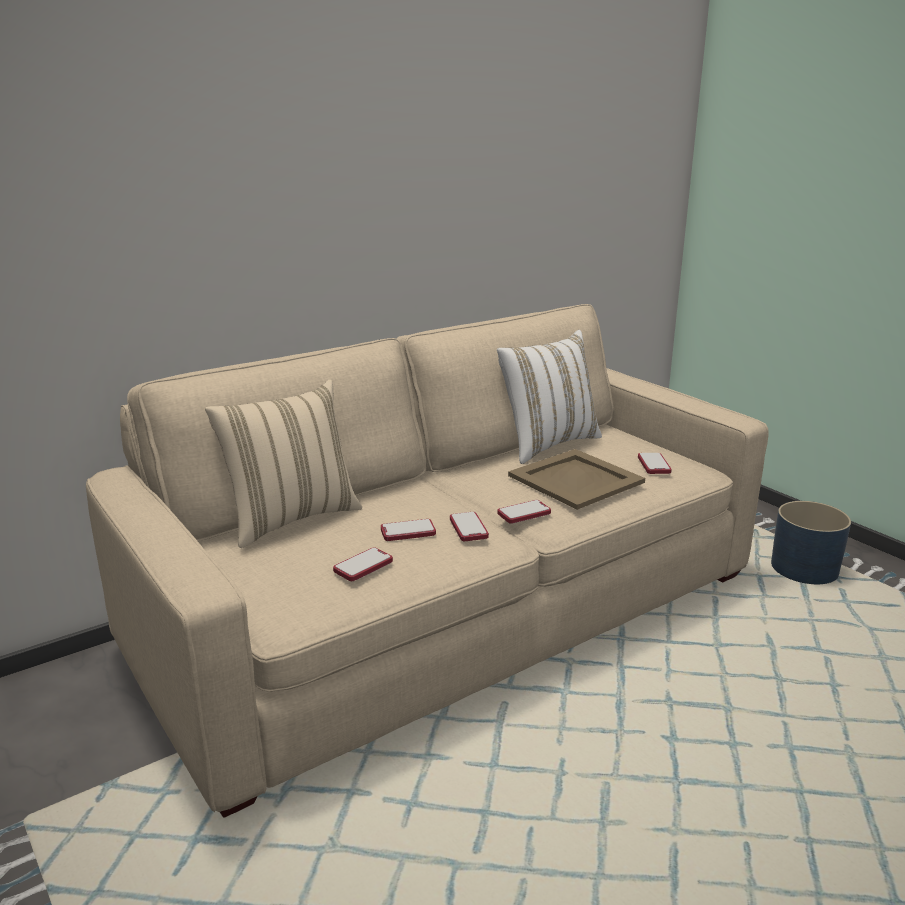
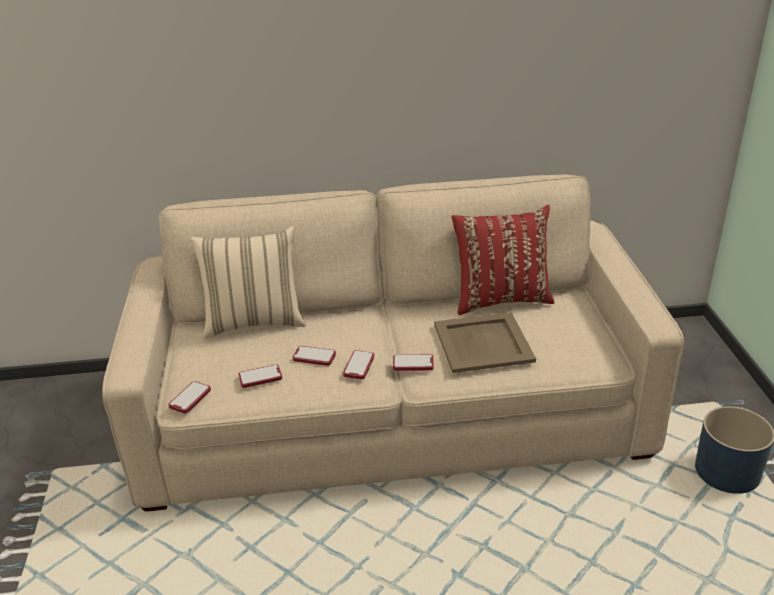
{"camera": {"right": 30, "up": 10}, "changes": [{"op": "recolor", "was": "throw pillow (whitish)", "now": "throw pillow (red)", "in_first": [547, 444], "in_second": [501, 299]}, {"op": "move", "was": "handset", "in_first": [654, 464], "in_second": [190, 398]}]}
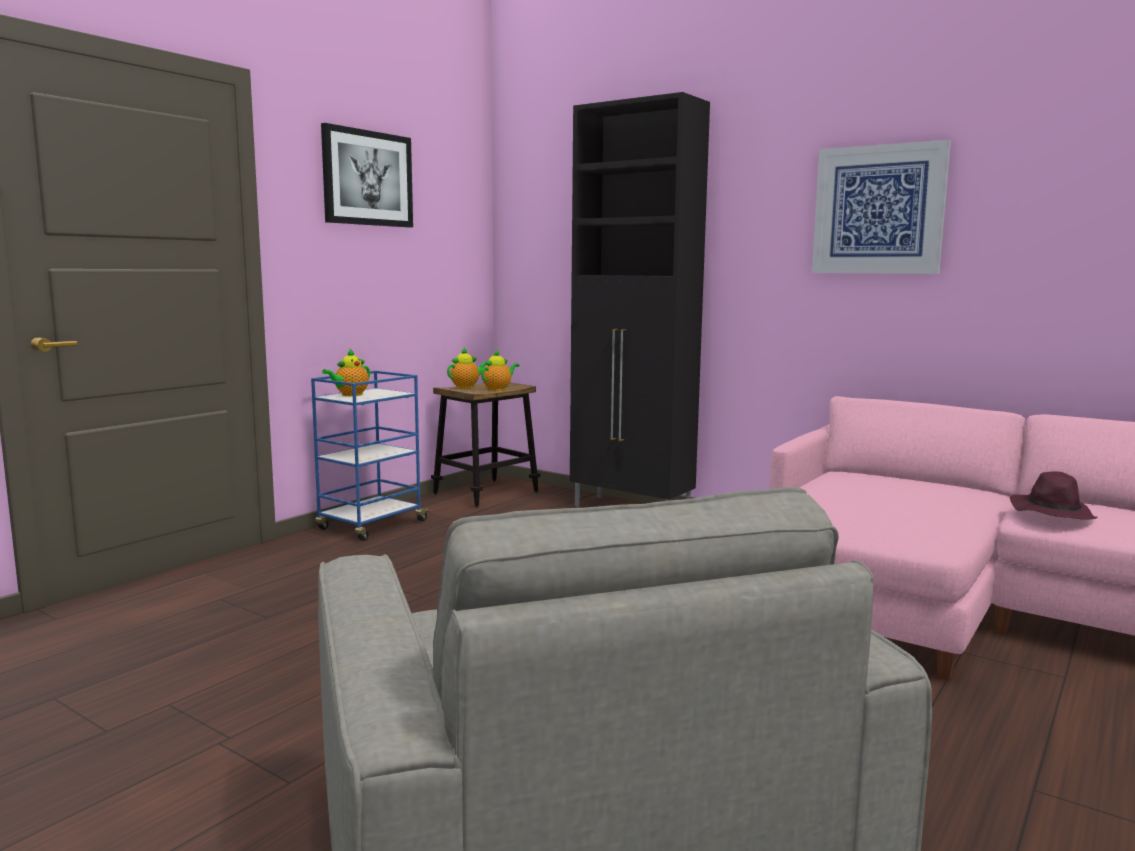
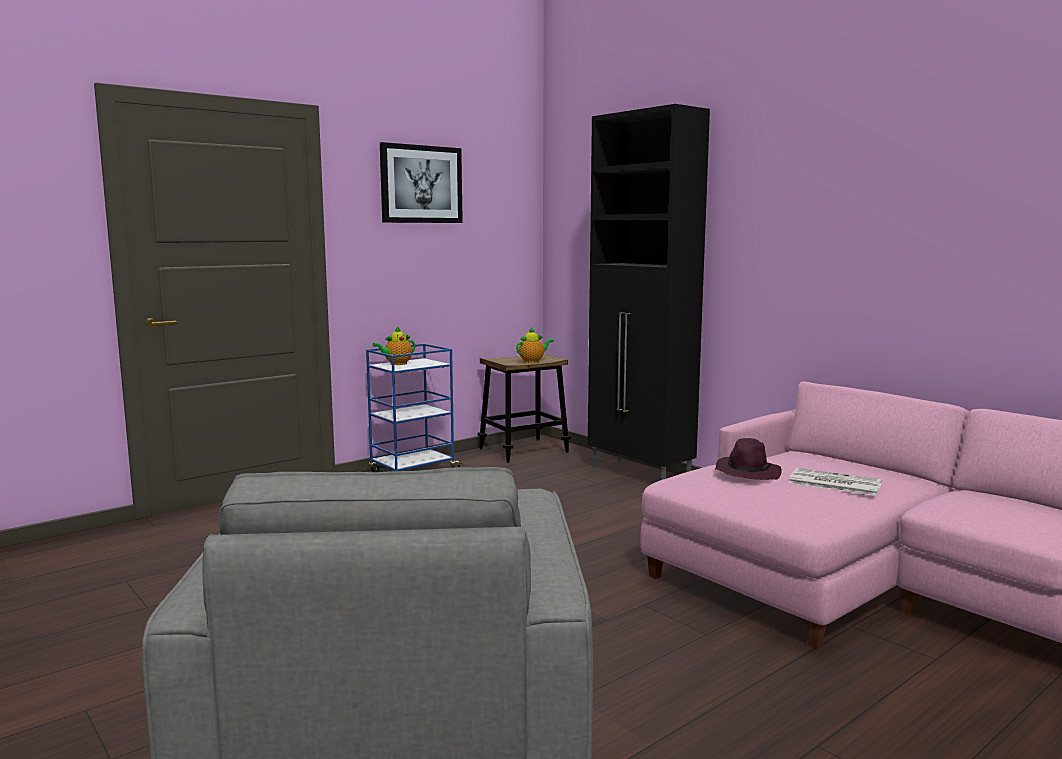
{"camera": {"right": 15, "up": 0}, "changes": [{"op": "delete", "was": "wall picture", "in_first": [878, 210]}, {"op": "delete", "was": "pot for tea", "in_first": [466, 387]}, {"op": "move", "was": "clothing hat (purple-coloured)", "in_first": [1051, 513], "in_second": [746, 473]}, {"op": "insert", "now": "printed paper", "in_second": [833, 483]}]}
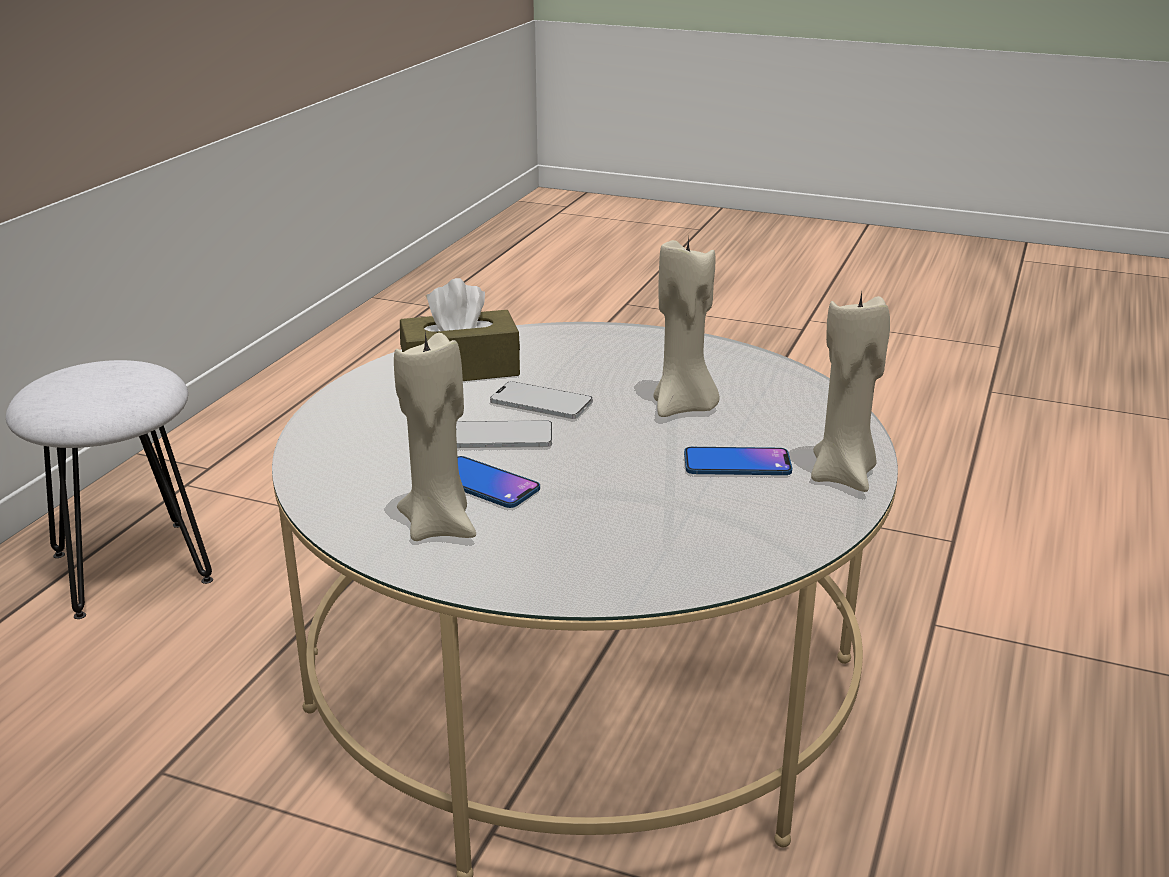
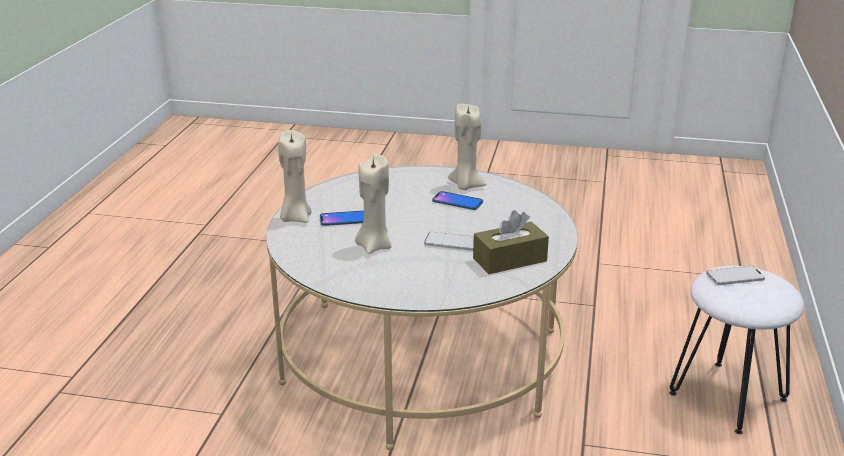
{"camera": {"right": 170, "up": 0}, "changes": [{"op": "move", "was": "handset", "in_first": [501, 437], "in_second": [735, 277]}]}
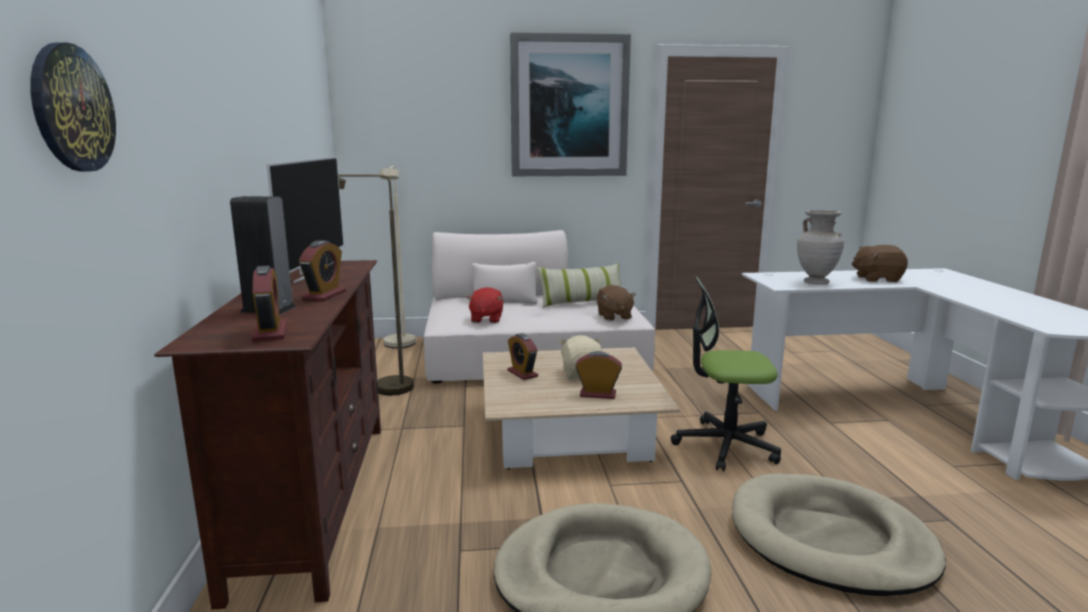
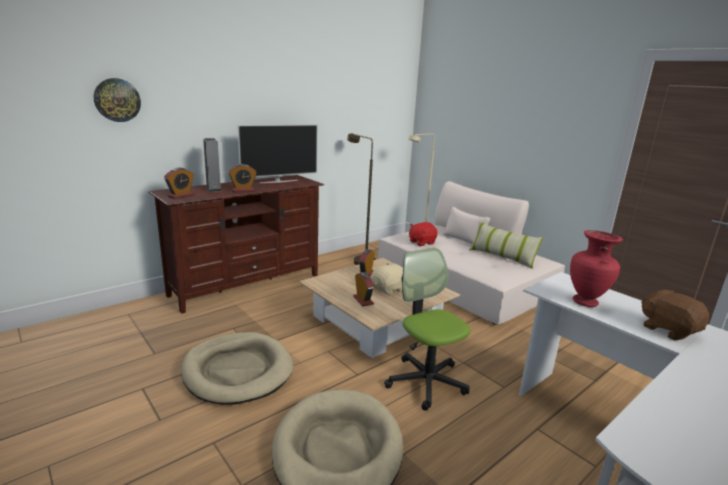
{"camera": {"right": 55, "up": 5}, "changes": [{"op": "delete", "was": "wall picture", "in_first": [569, 106]}, {"op": "recolor", "was": "decorative vase (beige-coloured)", "now": "decorative vase (red)", "in_first": [816, 282], "in_second": [586, 302]}, {"op": "delete", "was": "plush toy (brown-coloured)", "in_first": [614, 316]}]}
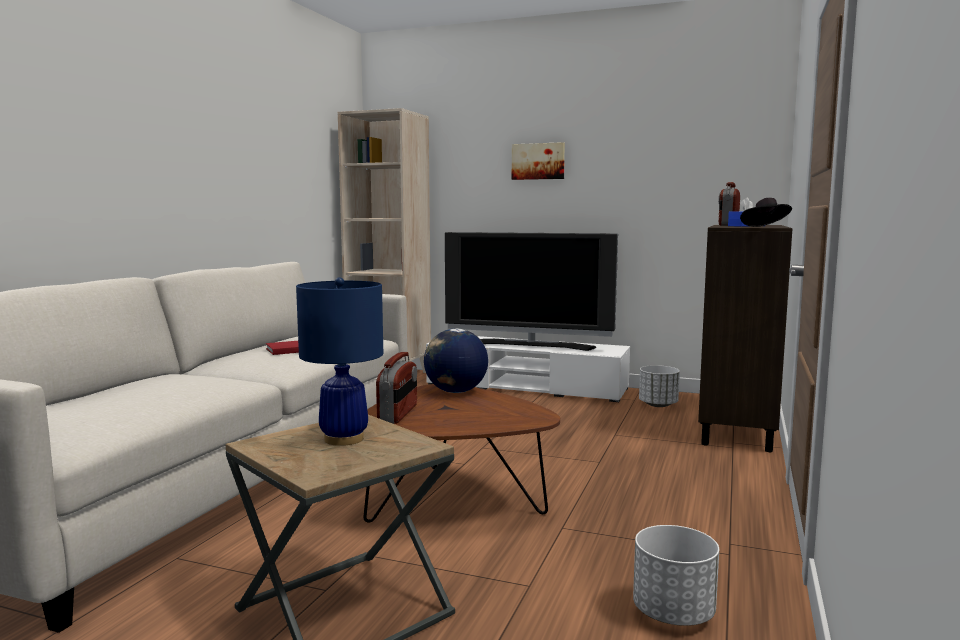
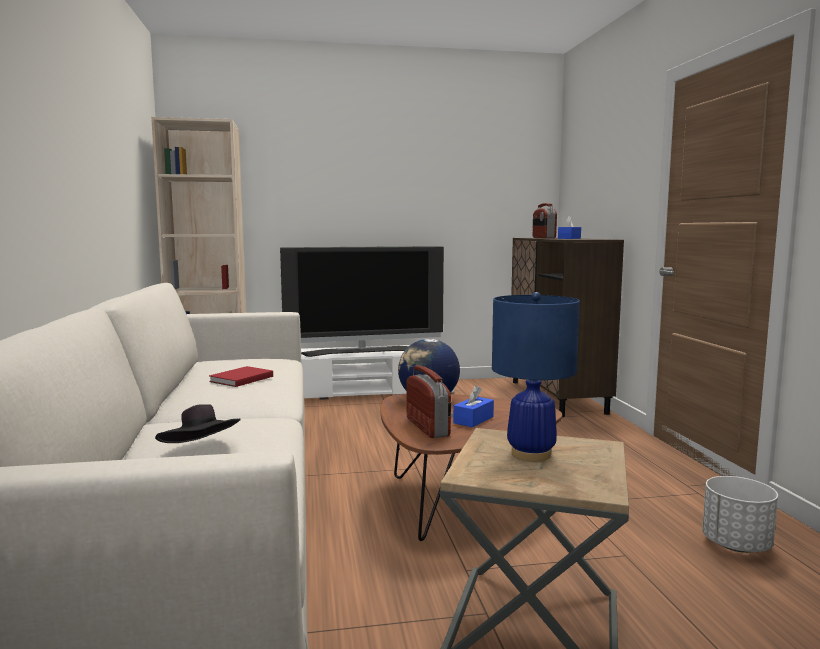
{"camera": {"right": -30, "up": 0}, "changes": [{"op": "delete", "was": "wall picture", "in_first": [538, 161]}, {"op": "move", "was": "clothing hat (black)", "in_first": [766, 227], "in_second": [201, 451]}, {"op": "delete", "was": "plant pot (whitish)", "in_first": [658, 405]}, {"op": "insert", "now": "box of tissues (bluish)", "in_second": [473, 420]}]}
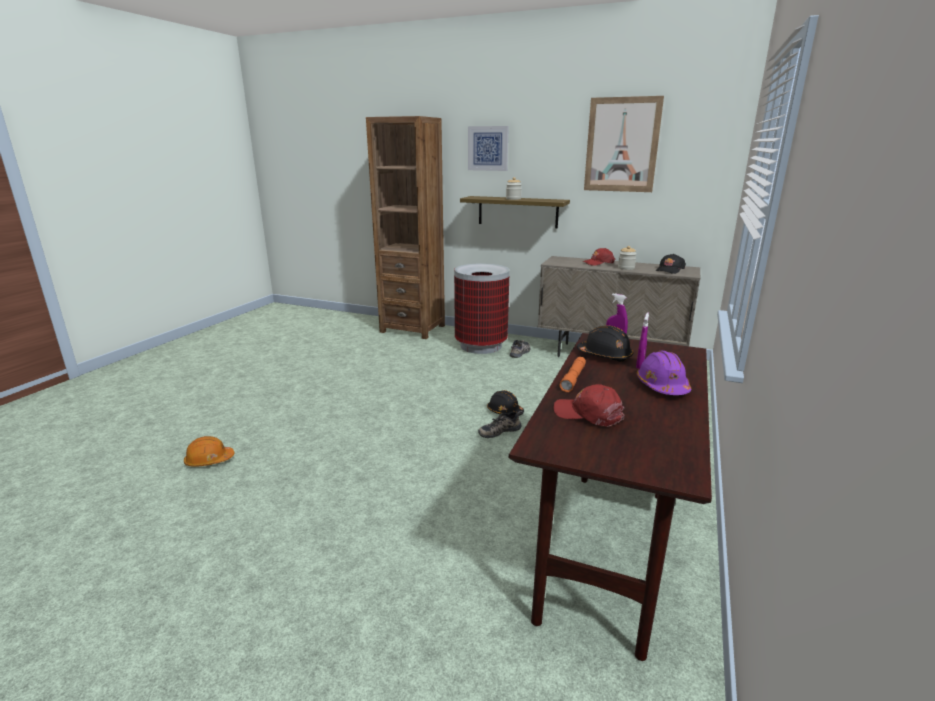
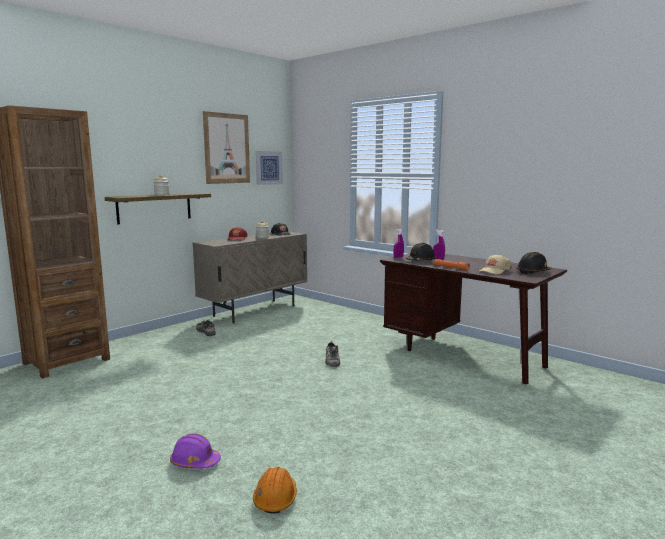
{"camera": {"right": -70, "up": -10}, "changes": [{"op": "move", "was": "wall picture", "in_first": [488, 148], "in_second": [268, 167]}, {"op": "delete", "was": "waste bin", "in_first": [481, 346]}, {"op": "move", "was": "safety helmet (purple-coloured)", "in_first": [662, 386], "in_second": [195, 462]}, {"op": "recolor", "was": "peaked cap (red)", "now": "peaked cap (beige-coloured)", "in_first": [588, 413], "in_second": [494, 271]}, {"op": "move", "was": "safety helmet (black)", "in_first": [504, 412], "in_second": [533, 272]}]}
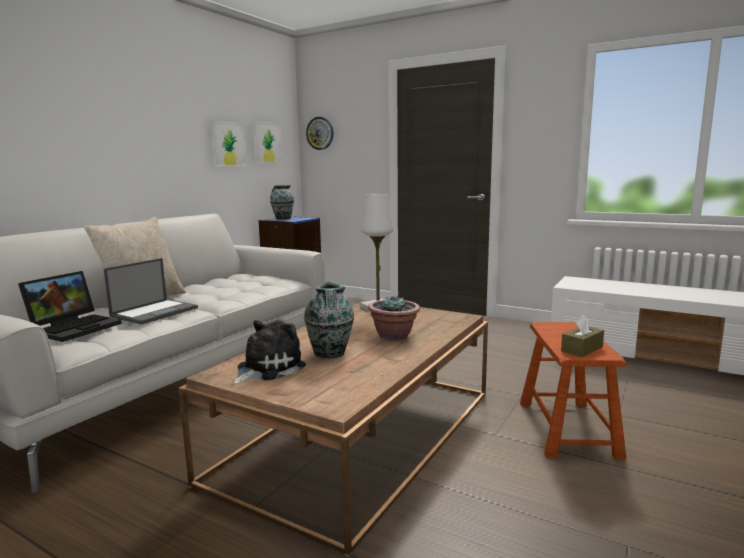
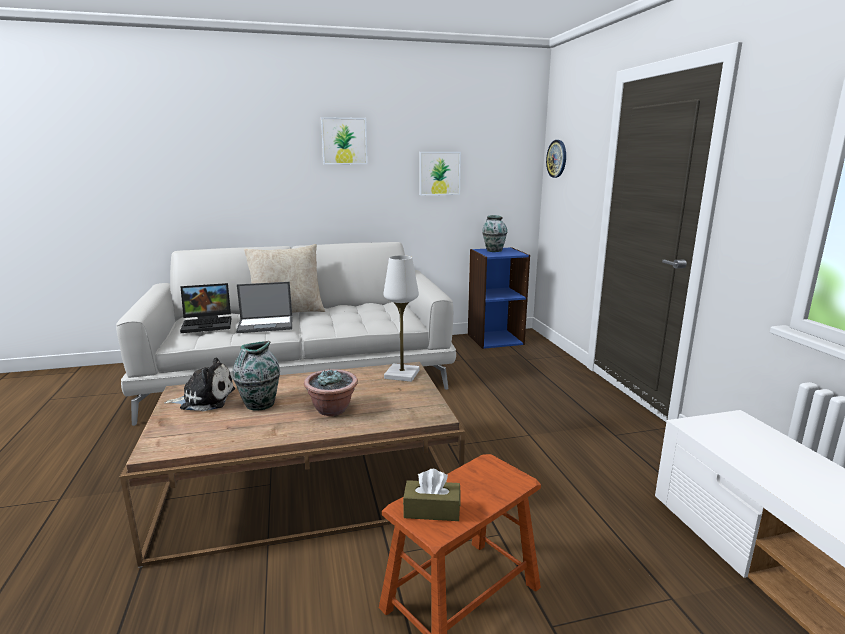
{"camera": {"right": 45, "up": 5}, "changes": [{"op": "move", "was": "wall picture", "in_first": [267, 142], "in_second": [344, 141]}]}
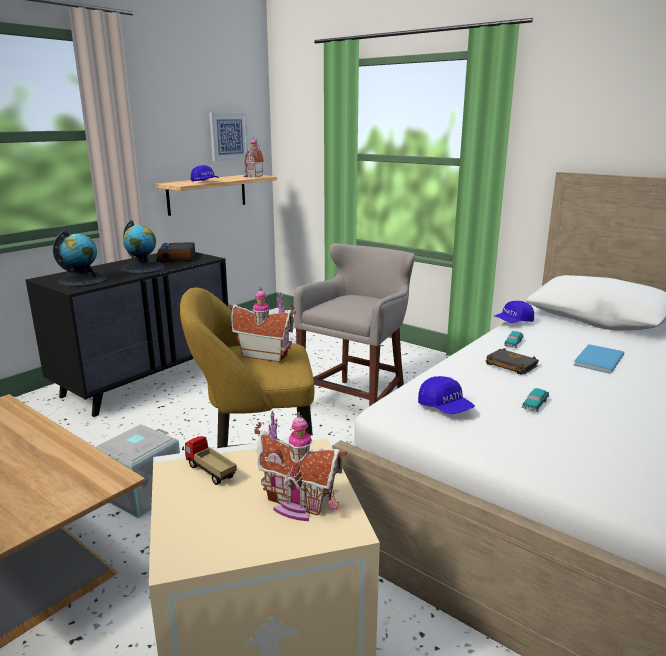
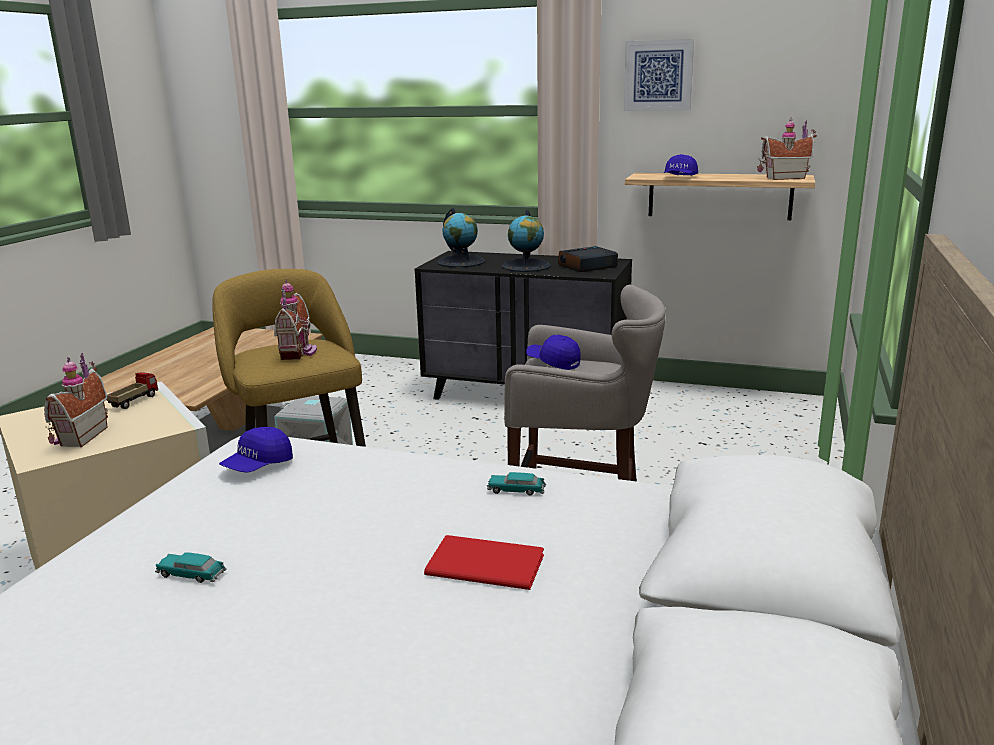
{"camera": {"right": 70, "up": 0}, "changes": [{"op": "move", "was": "wall picture", "in_first": [228, 136], "in_second": [658, 75]}, {"op": "move", "was": "peaked cap (bluish)", "in_first": [513, 322], "in_second": [553, 362]}, {"op": "recolor", "was": "book (bluish)", "now": "book (red)", "in_first": [596, 360], "in_second": [483, 563]}, {"op": "delete", "was": "book (black)", "in_first": [509, 365]}, {"op": "move", "was": "miniature car", "in_first": [535, 404], "in_second": [191, 574]}]}
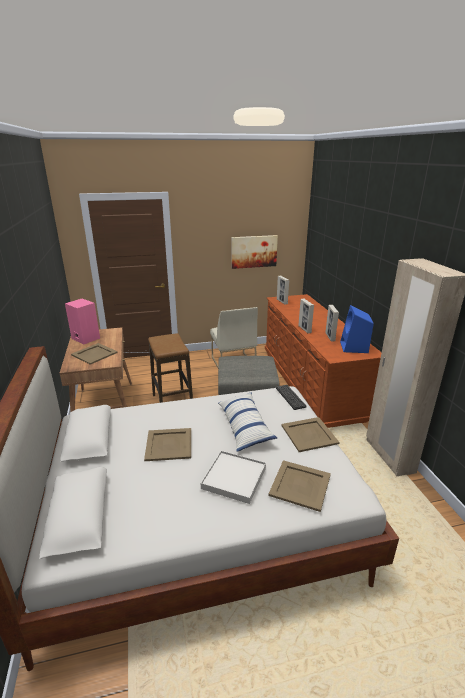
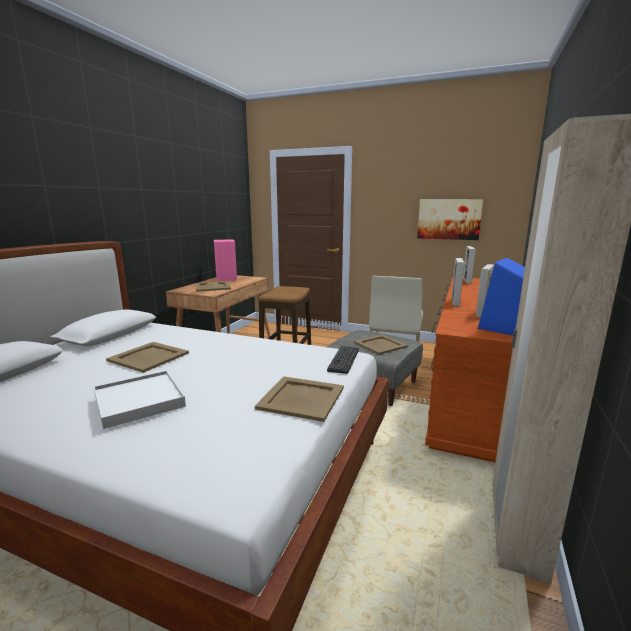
{"camera": {"right": 35, "up": -10}, "changes": [{"op": "delete", "was": "throw pillow", "in_first": [244, 427]}, {"op": "move", "was": "serving tray (beige-coloured)", "in_first": [300, 485], "in_second": [380, 345]}]}
